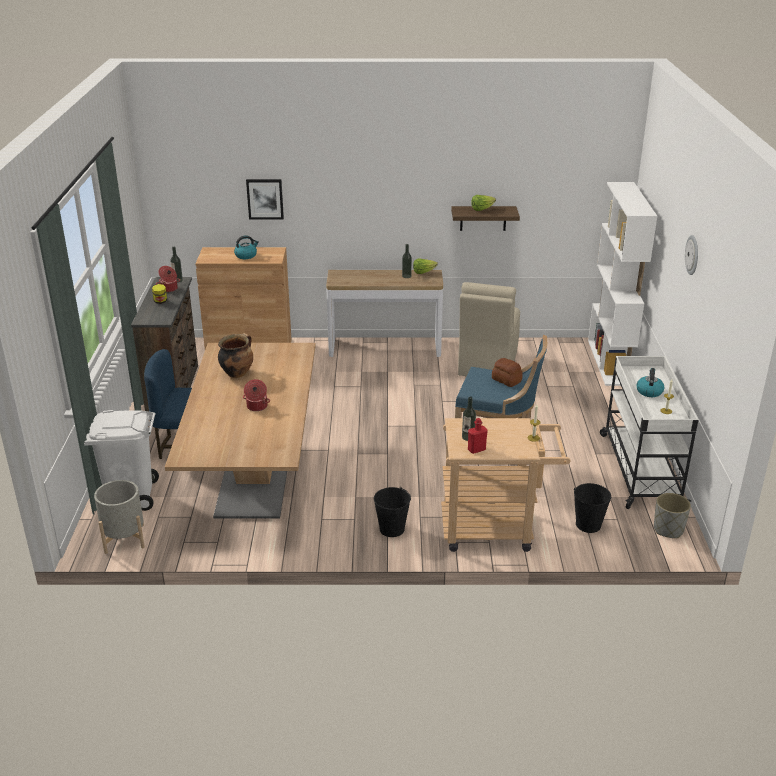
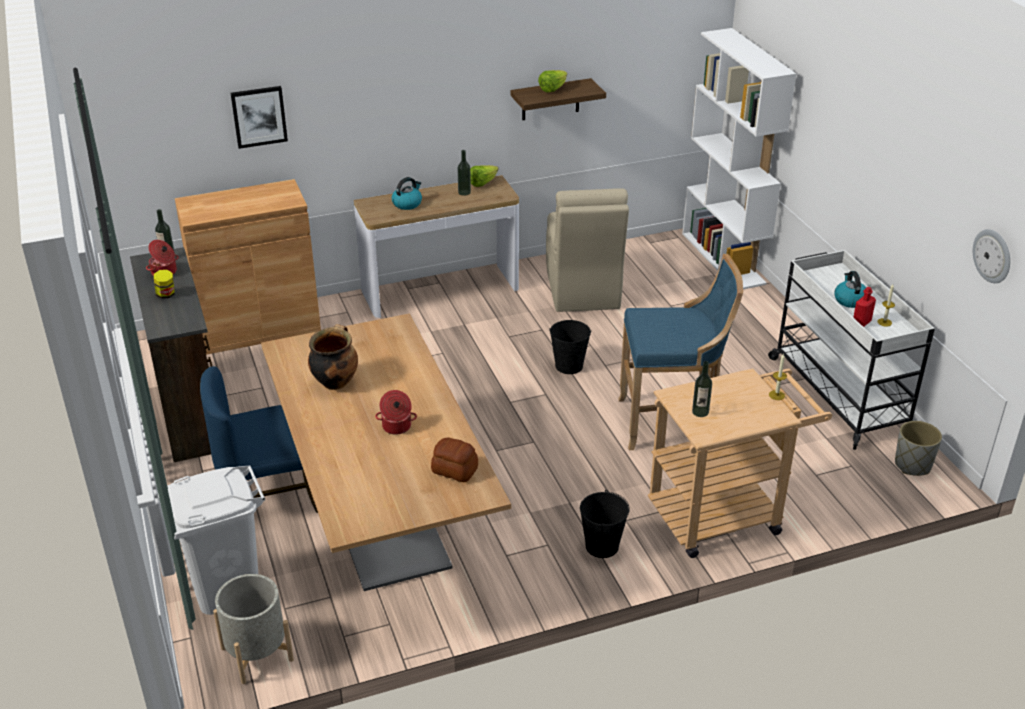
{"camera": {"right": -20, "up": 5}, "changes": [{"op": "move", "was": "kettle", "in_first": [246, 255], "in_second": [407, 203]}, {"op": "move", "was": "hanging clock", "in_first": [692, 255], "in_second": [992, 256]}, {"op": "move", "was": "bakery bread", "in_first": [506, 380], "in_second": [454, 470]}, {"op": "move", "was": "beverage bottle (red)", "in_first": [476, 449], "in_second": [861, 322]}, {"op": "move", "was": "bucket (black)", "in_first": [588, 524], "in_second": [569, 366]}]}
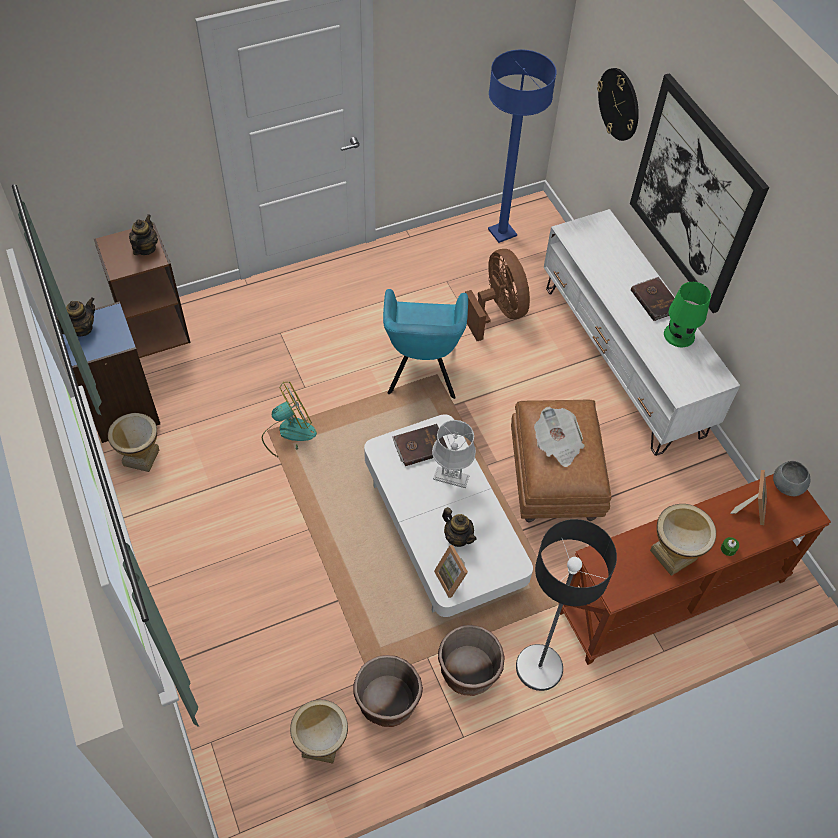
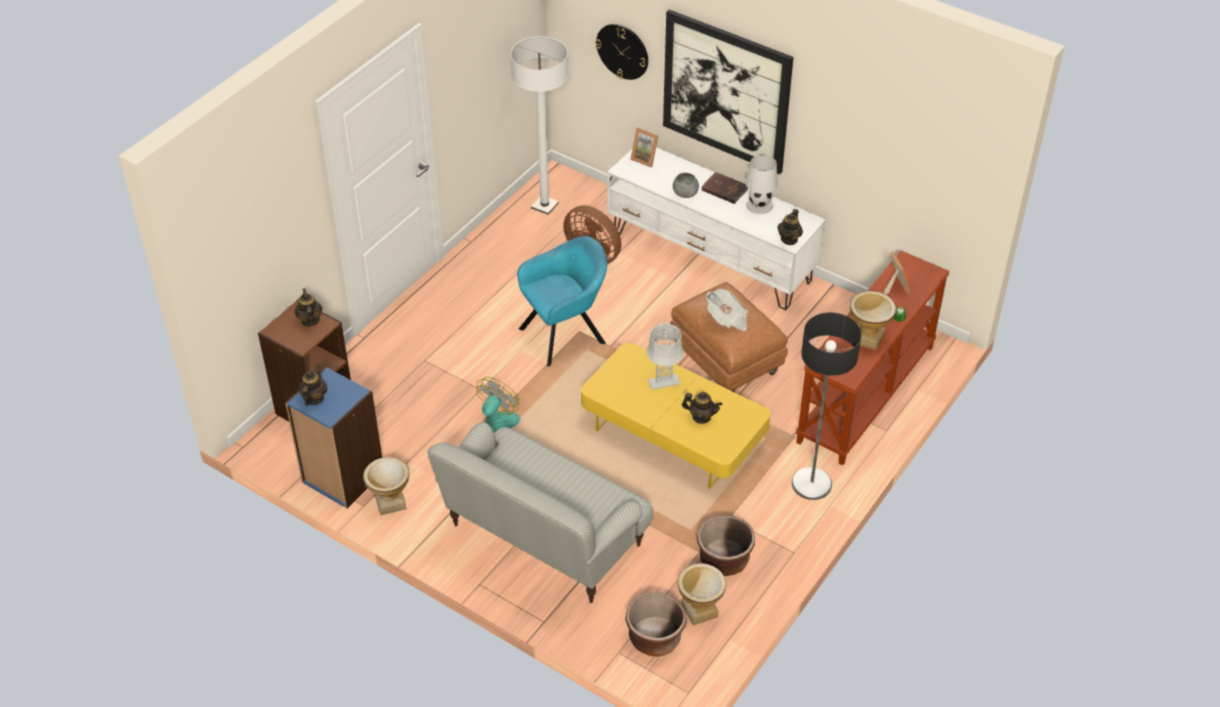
{"camera": {"right": -30, "up": -10}, "changes": [{"op": "recolor", "was": "floor lamp (bluish)", "now": "floor lamp (whitish)", "in_first": [502, 233], "in_second": [544, 206]}, {"op": "recolor", "was": "table lamp (green)", "now": "table lamp (whitish)", "in_first": [679, 335], "in_second": [760, 205]}, {"op": "rotate", "was": "armchair (turquoise-coloured)", "in_first": [422, 371], "in_second": [565, 334], "clockwise": -90}, {"op": "recolor", "was": "lounge table (whitish)", "now": "lounge table (yellow-coloured)", "in_first": [443, 532], "in_second": [673, 434]}, {"op": "delete", "was": "book (brown-coloured)", "in_first": [420, 446]}, {"op": "move", "was": "deep dish (gray)", "in_first": [786, 485], "in_second": [685, 194]}, {"op": "move", "was": "photo frame", "in_first": [453, 579], "in_second": [645, 158]}, {"op": "move", "was": "plant pot (brown-coloured)", "in_first": [468, 671], "in_second": [655, 639]}, {"op": "insert", "now": "pot for tea", "in_second": [789, 239]}, {"op": "insert", "now": "couch", "in_second": [544, 539]}]}
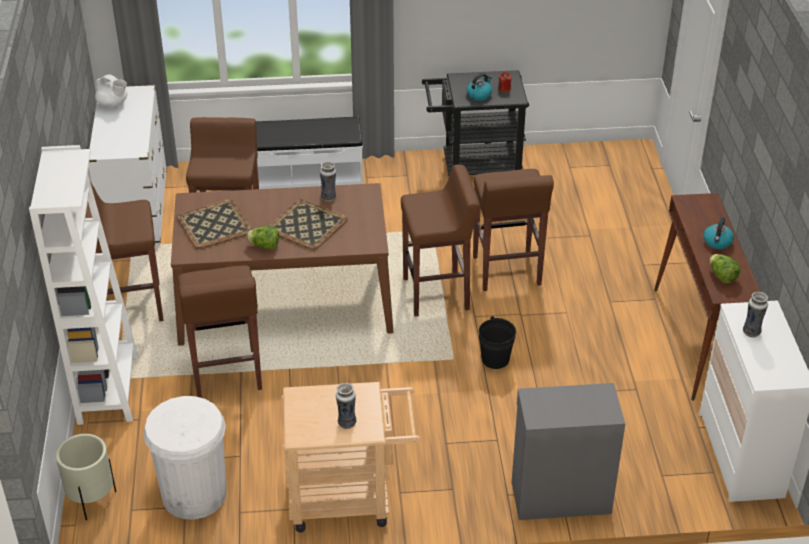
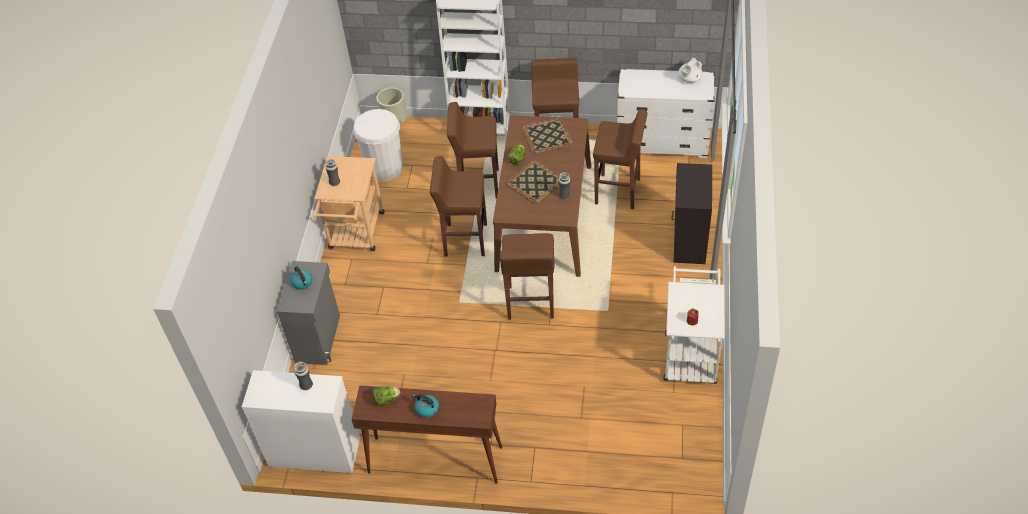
{"camera": {"right": 105, "up": 10}, "changes": [{"op": "recolor", "was": "wheeled cart (black)", "now": "wheeled cart (whitish)", "in_first": [473, 168], "in_second": [690, 352]}, {"op": "move", "was": "kettle", "in_first": [479, 95], "in_second": [302, 282]}, {"op": "replace", "was": "long seat (whitish)", "now": "cupboard (black)", "in_first": [309, 179], "in_second": [688, 241]}, {"op": "move", "was": "sitting stool (brown-coloured)", "in_first": [506, 272], "in_second": [464, 240]}, {"op": "delete", "was": "bucket (black)", "in_first": [495, 359]}]}
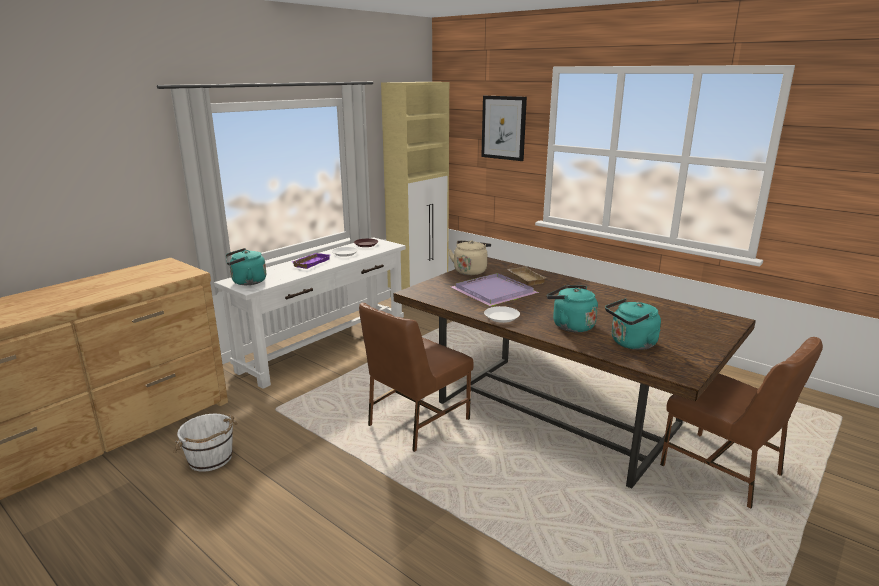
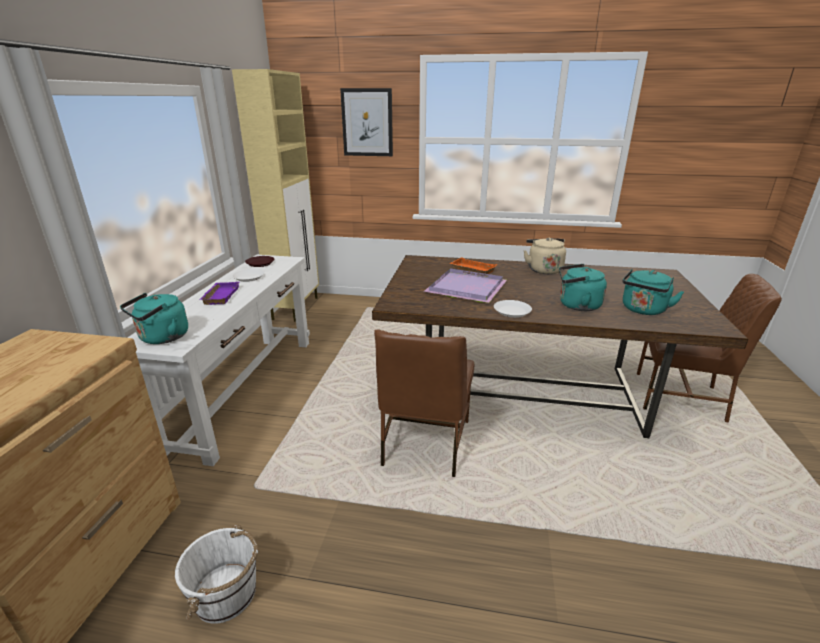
{"camera": {"right": -30, "up": 5}, "changes": [{"op": "move", "was": "kettle (beige-coloured)", "in_first": [470, 270], "in_second": [543, 269]}, {"op": "recolor", "was": "serving tray (beige-coloured)", "now": "serving tray (orangey)", "in_first": [524, 278], "in_second": [471, 269]}]}
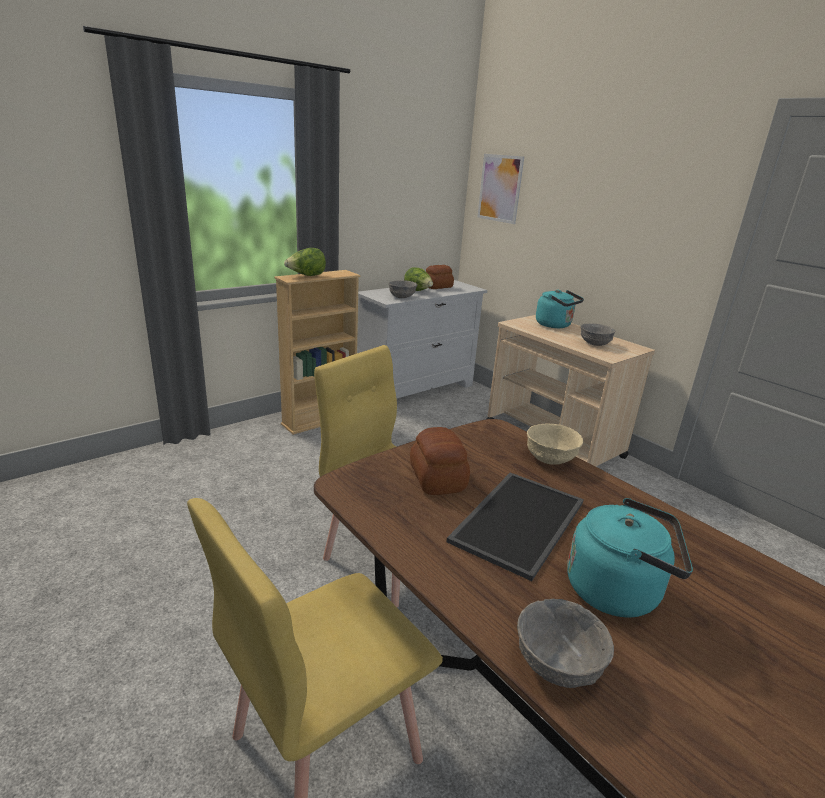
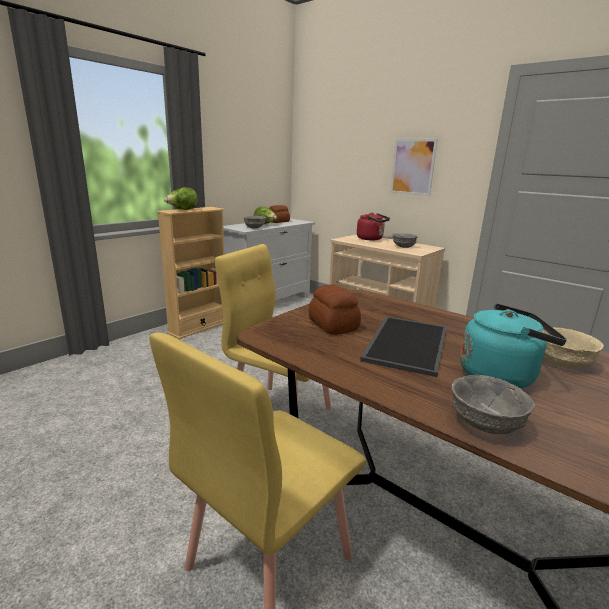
{"camera": {"right": -10, "up": -5}, "changes": [{"op": "move", "was": "wall picture", "in_first": [500, 188], "in_second": [413, 167]}, {"op": "recolor", "was": "kettle (turquoise-coloured)", "now": "kettle (red)", "in_first": [555, 325], "in_second": [371, 239]}, {"op": "move", "was": "deep dish (beige-coloured)", "in_first": [551, 459], "in_second": [563, 363]}]}
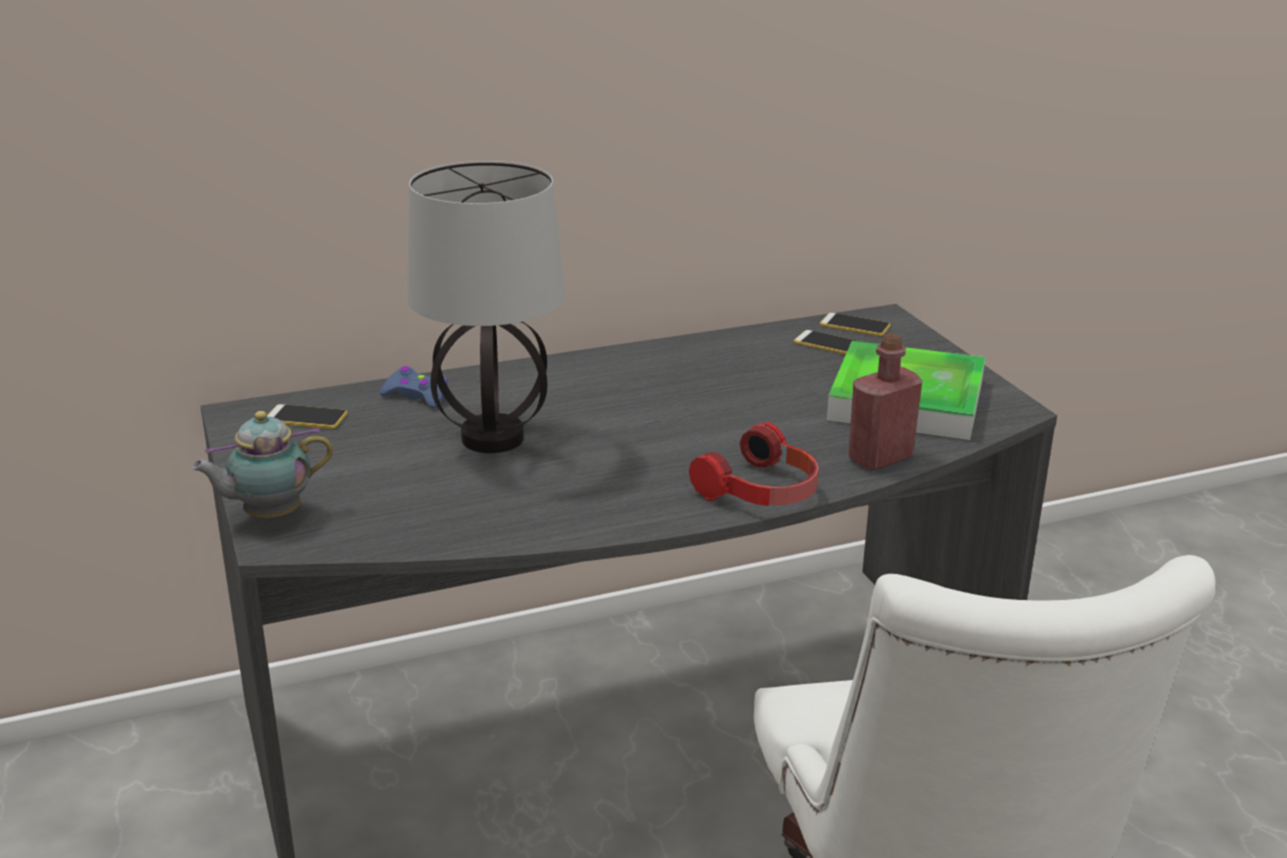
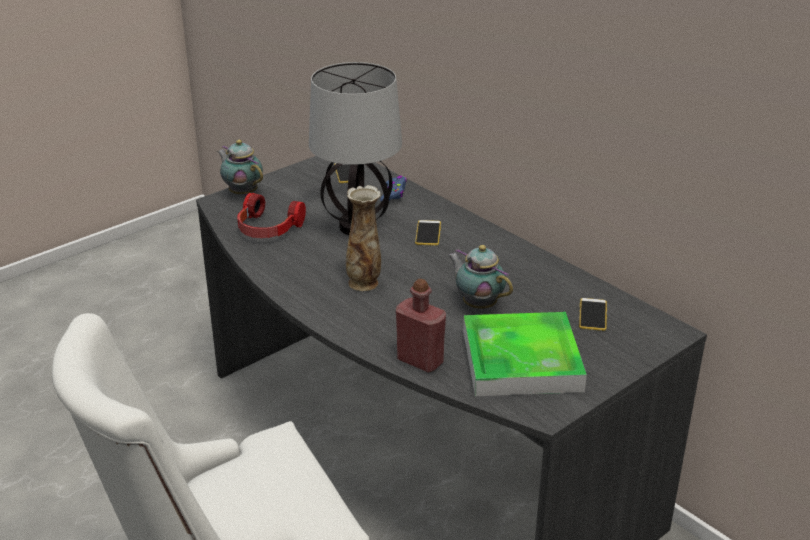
{"camera": {"right": 70, "up": 5}, "changes": [{"op": "move", "was": "handset", "in_first": [855, 325], "in_second": [428, 233]}, {"op": "move", "was": "pair of headphones", "in_first": [762, 491], "in_second": [268, 229]}, {"op": "insert", "now": "decorative vase", "in_second": [364, 283]}, {"op": "insert", "now": "pot for tea", "in_second": [478, 304]}]}
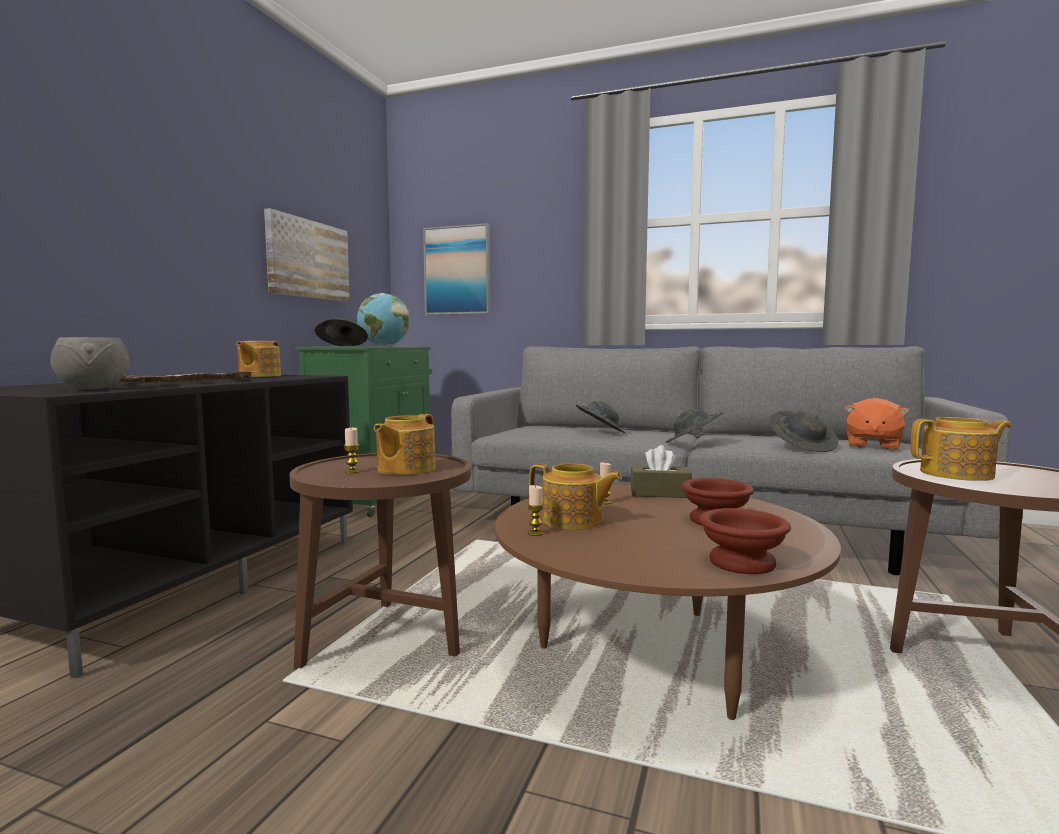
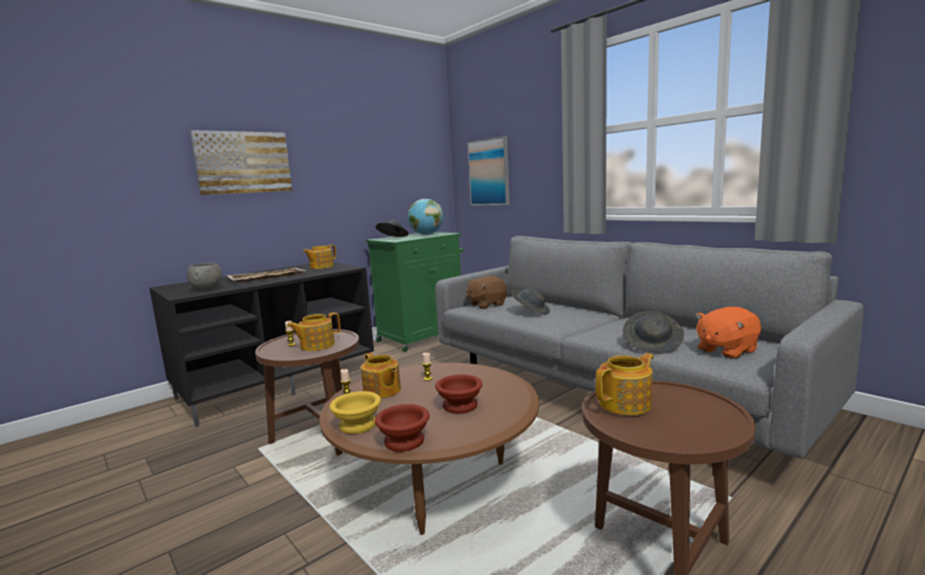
{"camera": {"right": 30, "up": 5}, "changes": [{"op": "move", "was": "wall picture", "in_first": [307, 259], "in_second": [243, 162]}, {"op": "delete", "was": "clothing hat (gray)", "in_first": [693, 443]}, {"op": "rotate", "was": "pot for tea", "in_first": [958, 474], "in_second": [626, 404], "clockwise": -60}, {"op": "delete", "was": "box of tissues (brown-coloured)", "in_first": [659, 493]}, {"op": "insert", "now": "plush toy (brown-coloured)", "in_second": [486, 305]}, {"op": "insert", "now": "deep dish (yellow-coloured)", "in_second": [357, 425]}]}
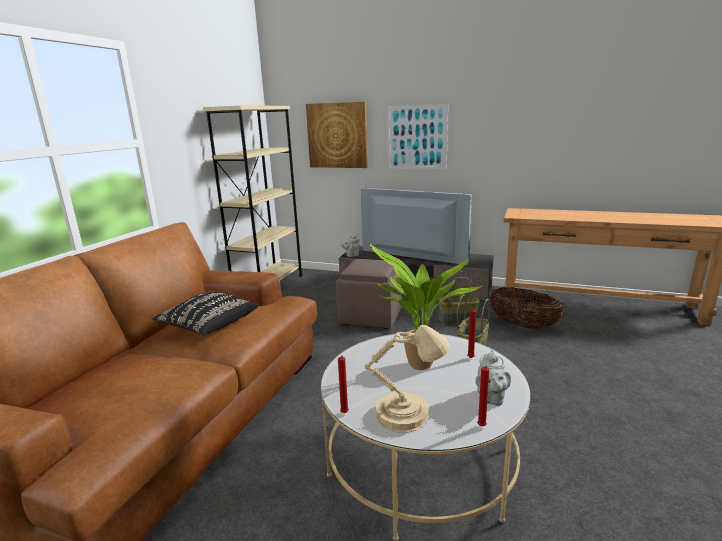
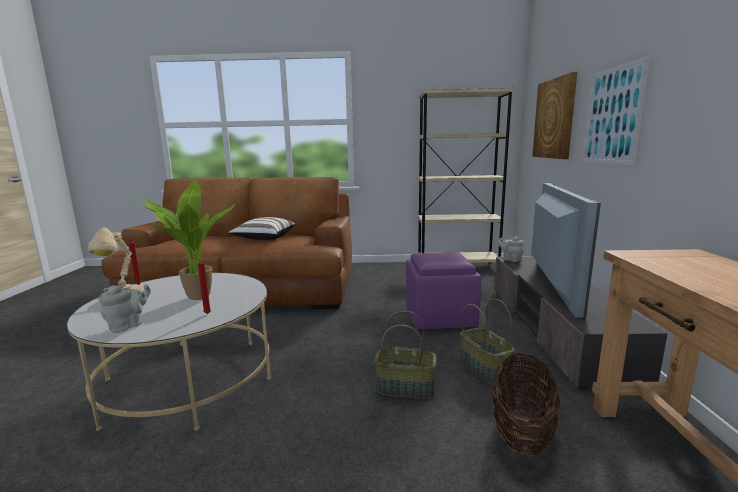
{"camera": {"right": 70, "up": -5}, "changes": [{"op": "recolor", "was": "ottoman (brown-coloured)", "now": "ottoman (purple-coloured)", "in_first": [372, 316], "in_second": [440, 317]}, {"op": "recolor", "was": "throw pillow (black)", "now": "throw pillow (whitish)", "in_first": [208, 326], "in_second": [264, 238]}, {"op": "rotate", "was": "pot for tea (gray)", "in_first": [490, 398], "in_second": [128, 326], "clockwise": 135}, {"op": "delete", "was": "wax light (red)", "in_first": [481, 427]}]}
